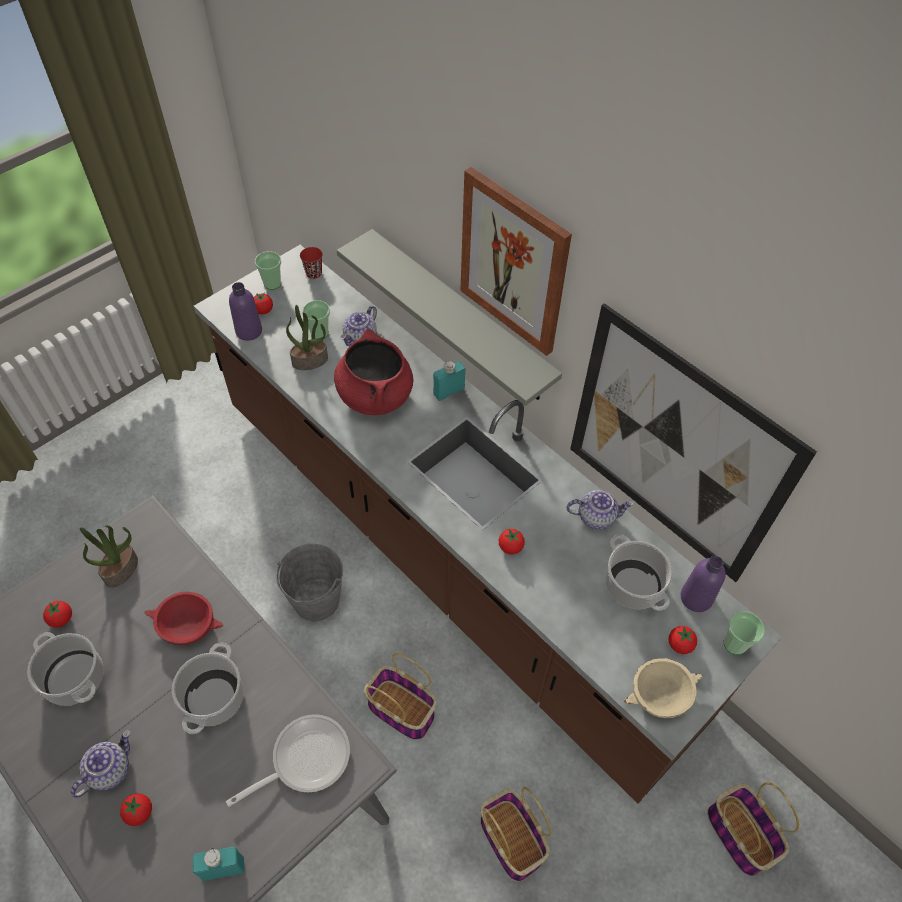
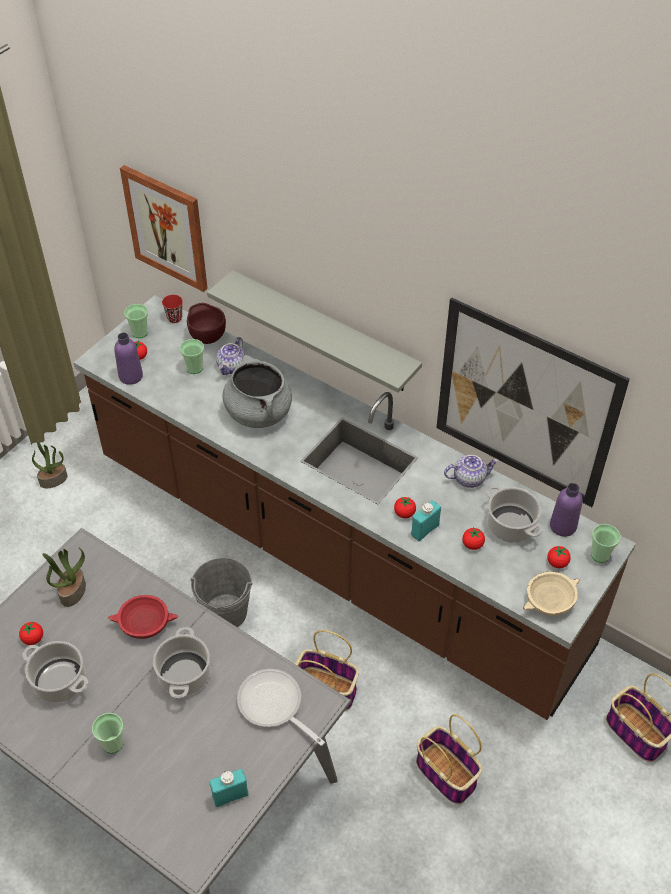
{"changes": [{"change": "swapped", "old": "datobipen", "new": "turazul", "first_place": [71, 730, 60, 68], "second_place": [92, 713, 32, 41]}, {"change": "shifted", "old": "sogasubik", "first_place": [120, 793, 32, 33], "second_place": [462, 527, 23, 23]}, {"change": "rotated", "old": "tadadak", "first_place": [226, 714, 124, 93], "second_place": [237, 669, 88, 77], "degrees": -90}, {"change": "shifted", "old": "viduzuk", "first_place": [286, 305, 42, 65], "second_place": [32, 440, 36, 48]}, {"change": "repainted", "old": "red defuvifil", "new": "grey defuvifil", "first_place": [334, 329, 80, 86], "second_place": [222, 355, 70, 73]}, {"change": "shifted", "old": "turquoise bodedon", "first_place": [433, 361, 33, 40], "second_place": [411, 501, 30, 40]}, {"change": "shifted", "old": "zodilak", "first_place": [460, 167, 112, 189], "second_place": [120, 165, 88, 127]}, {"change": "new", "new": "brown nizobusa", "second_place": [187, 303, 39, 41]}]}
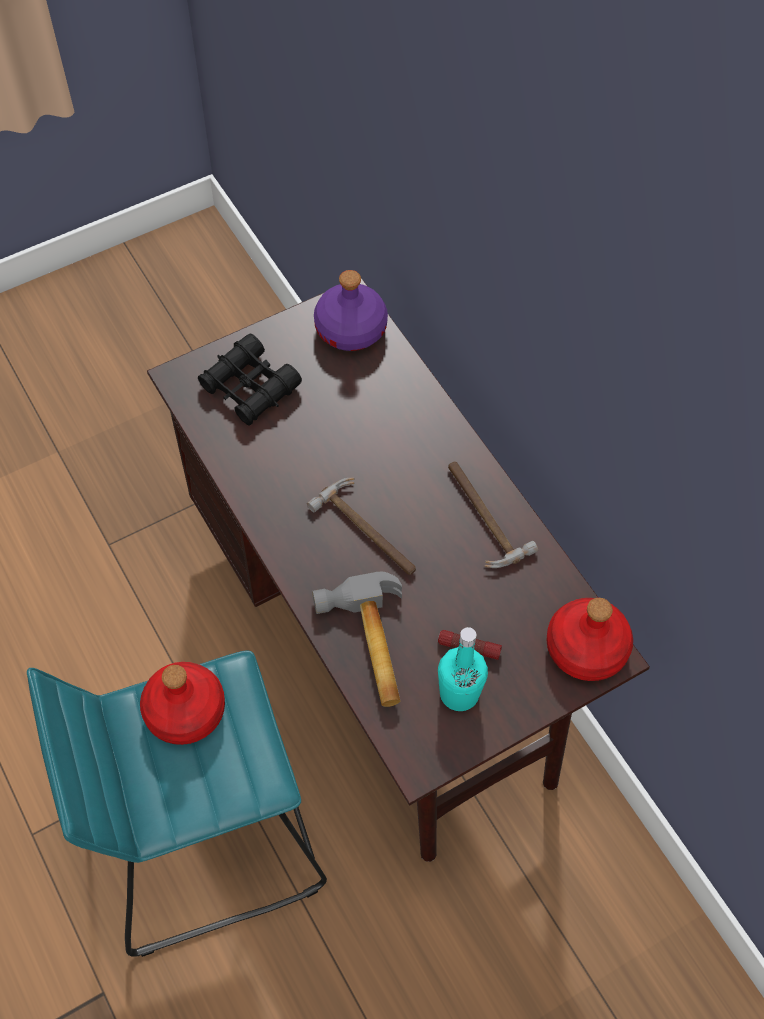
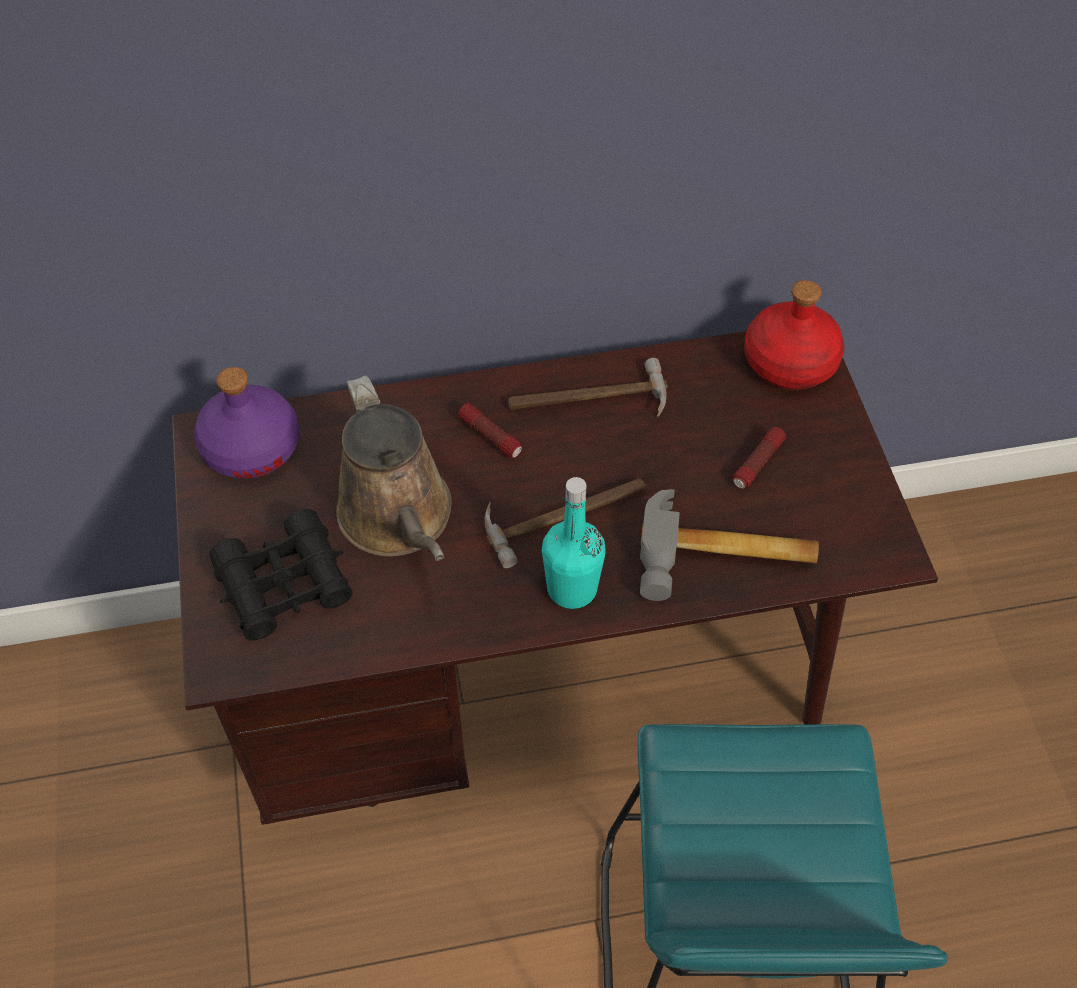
{"changes": [{"change": "gone", "old": "red bodedon", "first_place": [140, 662, 85, 83]}, {"change": "shifted", "old": "turquoise bodedon", "first_place": [438, 627, 50, 84], "second_place": [542, 477, 64, 132]}, {"change": "new", "new": "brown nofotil", "second_place": [336, 375, 116, 186]}, {"change": "new", "new": "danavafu", "second_place": [458, 403, 64, 55]}]}
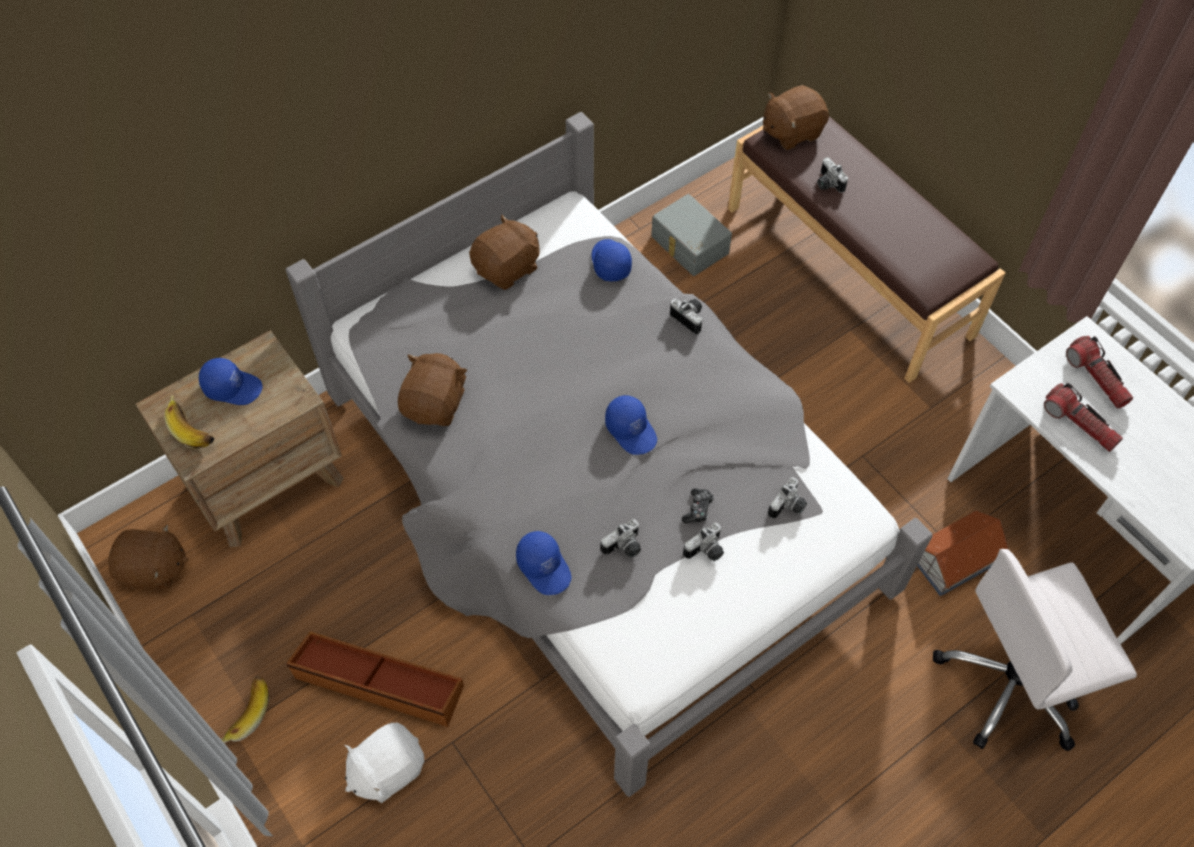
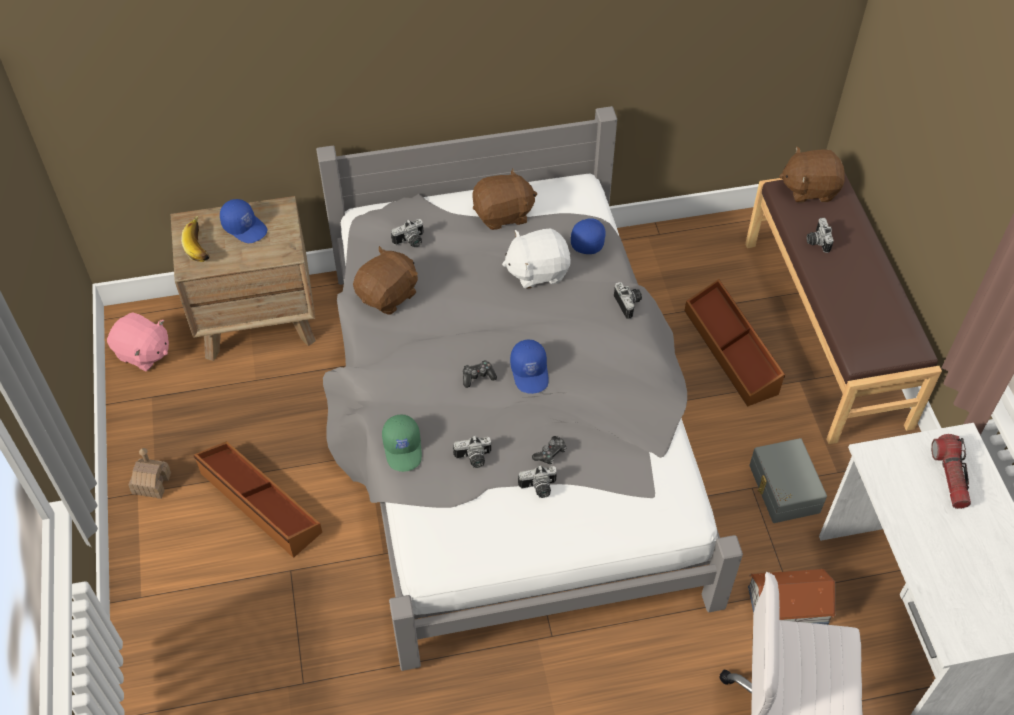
{"changes": [{"change": "repainted", "old": "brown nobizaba", "new": "pink nobizaba", "first_place": [108, 524, 80, 65], "second_place": [107, 313, 62, 58]}, {"change": "swapped", "old": "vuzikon", "new": "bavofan", "first_place": [221, 676, 48, 67], "second_place": [128, 448, 43, 51]}, {"change": "shifted", "old": "white nobizaba", "first_place": [344, 723, 80, 80], "second_place": [502, 229, 69, 60]}, {"change": "repainted", "old": "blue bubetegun", "new": "green bubetegun", "first_place": [516, 531, 55, 64], "second_place": [382, 415, 40, 57]}, {"change": "shifted", "old": "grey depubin", "first_place": [651, 194, 81, 82], "second_place": [749, 438, 78, 85]}, {"change": "shifted", "old": "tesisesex", "first_place": [768, 477, 39, 42], "second_place": [391, 219, 32, 29]}, {"change": "gone", "old": "danavafu", "first_place": [1044, 383, 79, 69]}, {"change": "new", "new": "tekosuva", "second_place": [463, 360, 34, 28]}, {"change": "new", "new": "brown depubin", "second_place": [685, 279, 100, 127]}]}
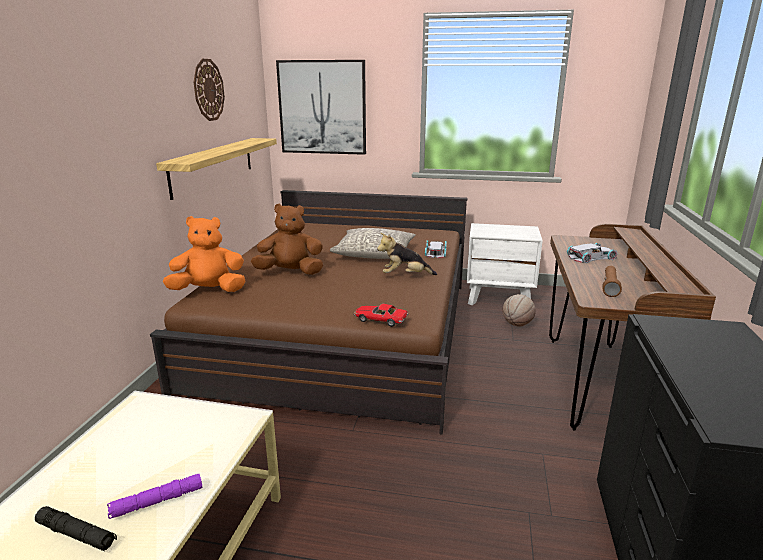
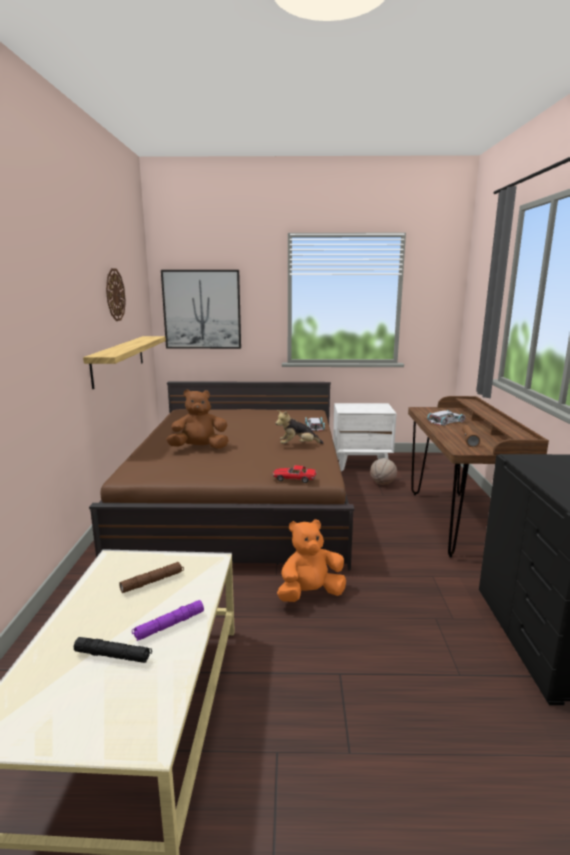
{"changes": [{"change": "shifted", "old": "orange nobizaba", "first_place": [163, 216, 83, 76], "second_place": [277, 519, 69, 83]}, {"change": "gone", "old": "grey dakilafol", "first_place": [330, 228, 86, 31]}, {"change": "new", "new": "brown danavafu", "second_place": [119, 562, 65, 31]}]}
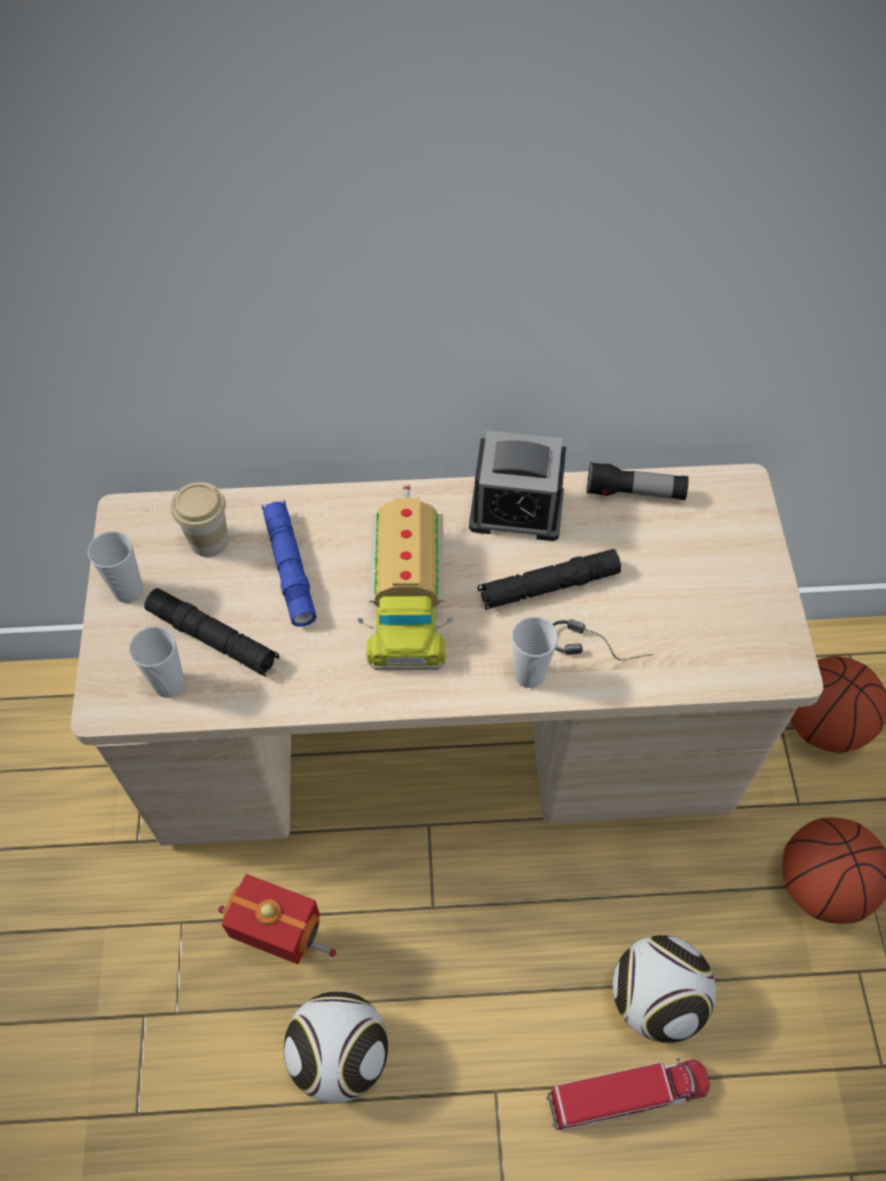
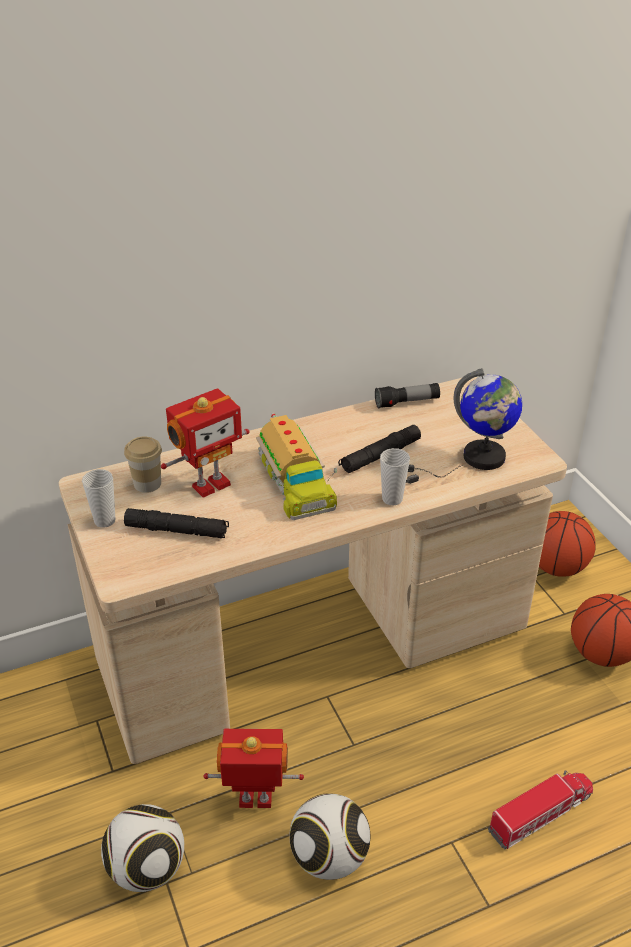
{"changes": [{"change": "gone", "old": "turazul", "first_place": [129, 626, 56, 72]}, {"change": "swapped", "old": "blue danavafu", "new": "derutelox", "first_place": [262, 500, 55, 127], "second_place": [161, 388, 89, 110]}, {"change": "gone", "old": "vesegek", "first_place": [469, 431, 97, 110]}, {"change": "shifted", "old": "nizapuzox", "first_place": [613, 935, 103, 108], "second_place": [101, 804, 83, 88]}, {"change": "new", "new": "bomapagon", "second_place": [454, 368, 68, 102]}]}
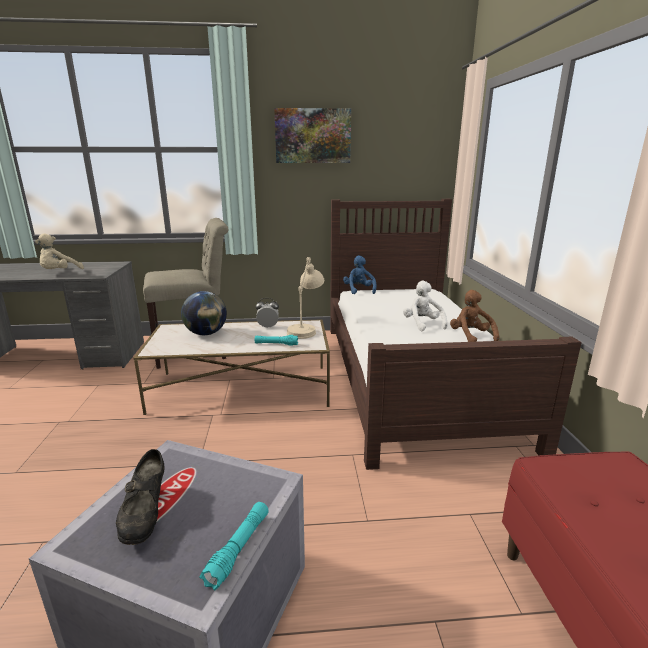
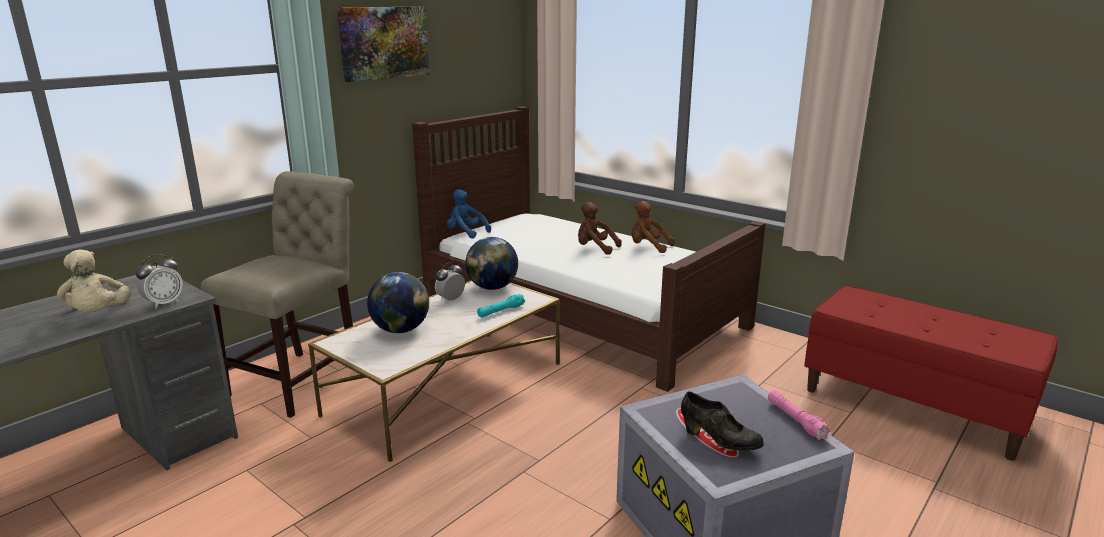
{"changes": [{"change": "repainted", "old": "turquoise danavafu", "new": "pink danavafu", "first_place": [199, 502, 70, 89], "second_place": [768, 390, 62, 50]}, {"change": "swapped", "old": "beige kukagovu", "new": "bomapagon", "first_place": [287, 257, 38, 82], "second_place": [465, 237, 53, 53]}, {"change": "repainted", "old": "white nobizaba", "new": "brown nobizaba", "first_place": [403, 281, 45, 50], "second_place": [578, 202, 44, 53]}, {"change": "new", "new": "vesegek", "second_place": [136, 254, 47, 55]}]}
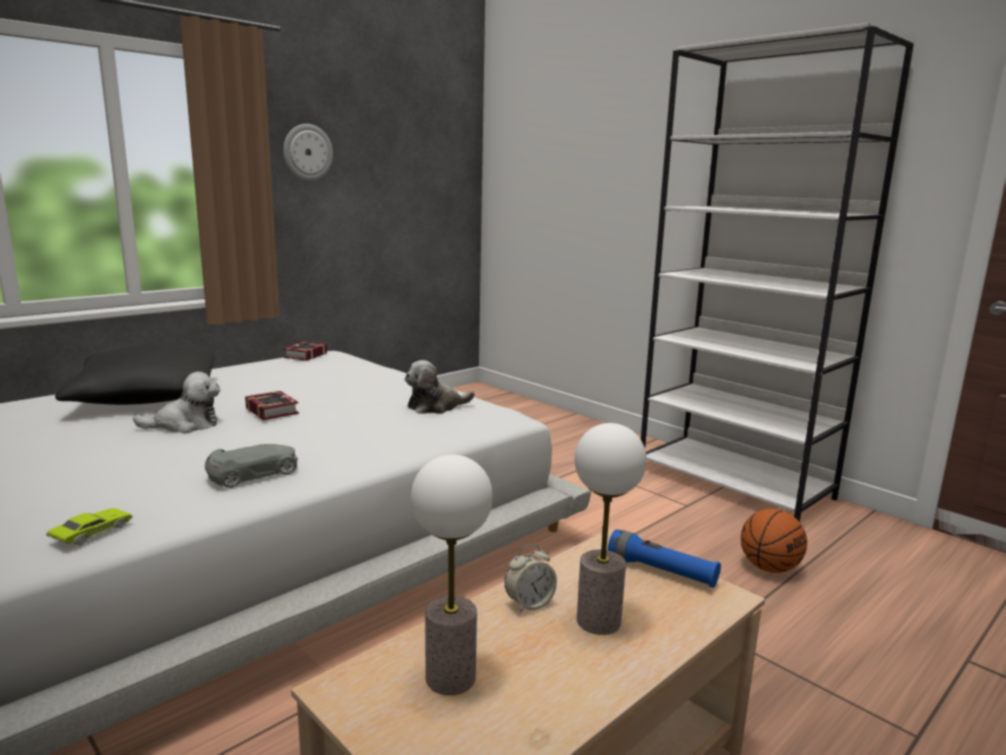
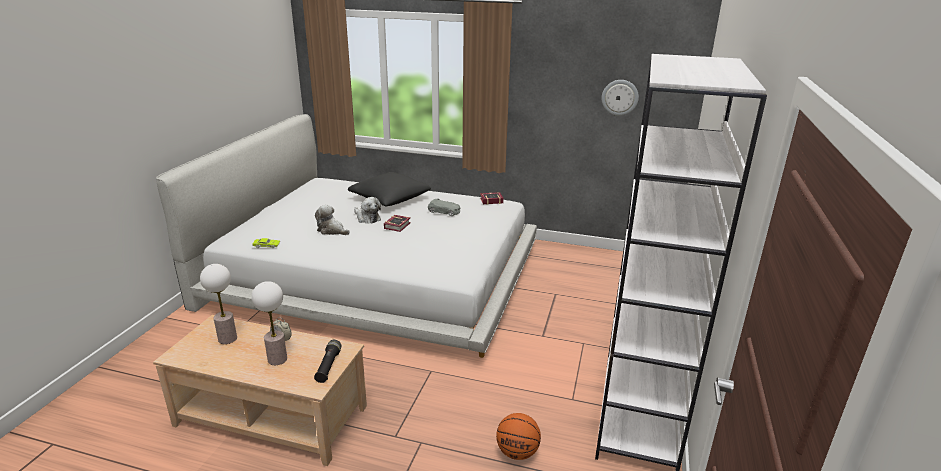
{"changes": [{"change": "shifted", "old": "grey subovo", "first_place": [205, 444, 93, 44], "second_place": [428, 198, 33, 18]}, {"change": "shifted", "old": "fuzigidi", "first_place": [283, 124, 50, 57], "second_place": [602, 80, 37, 36]}, {"change": "shifted", "old": "nobizaba", "first_place": [405, 360, 70, 54], "second_place": [315, 205, 35, 30]}, {"change": "repainted", "old": "blue danavafu", "new": "black danavafu", "first_place": [608, 529, 113, 59], "second_place": [314, 340, 27, 43]}]}
